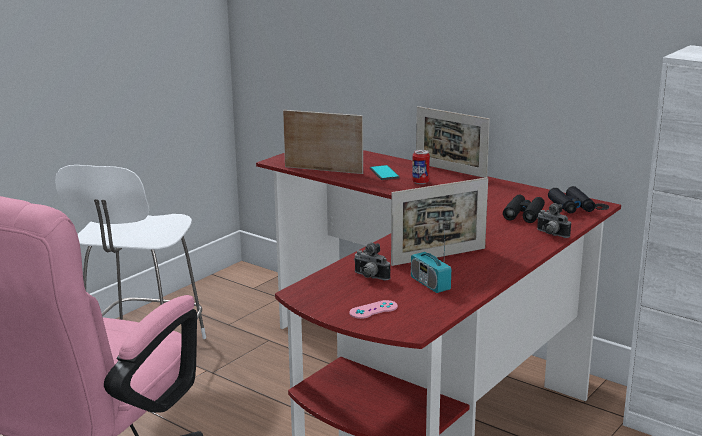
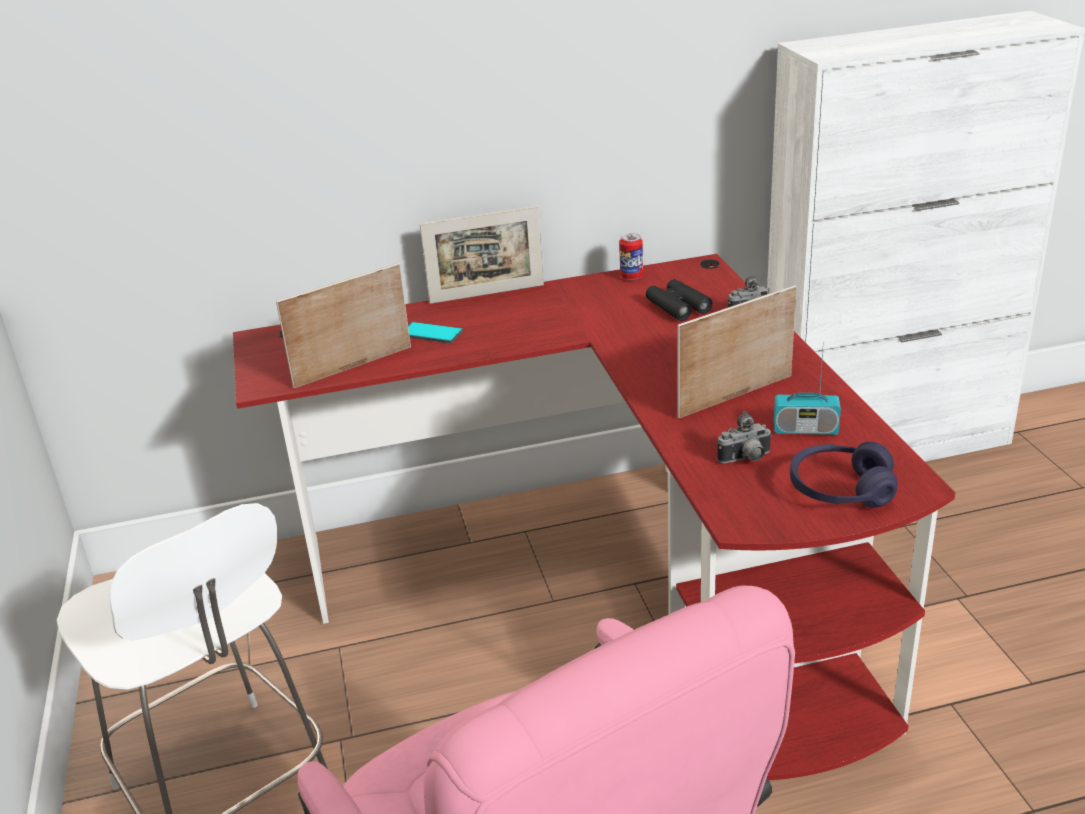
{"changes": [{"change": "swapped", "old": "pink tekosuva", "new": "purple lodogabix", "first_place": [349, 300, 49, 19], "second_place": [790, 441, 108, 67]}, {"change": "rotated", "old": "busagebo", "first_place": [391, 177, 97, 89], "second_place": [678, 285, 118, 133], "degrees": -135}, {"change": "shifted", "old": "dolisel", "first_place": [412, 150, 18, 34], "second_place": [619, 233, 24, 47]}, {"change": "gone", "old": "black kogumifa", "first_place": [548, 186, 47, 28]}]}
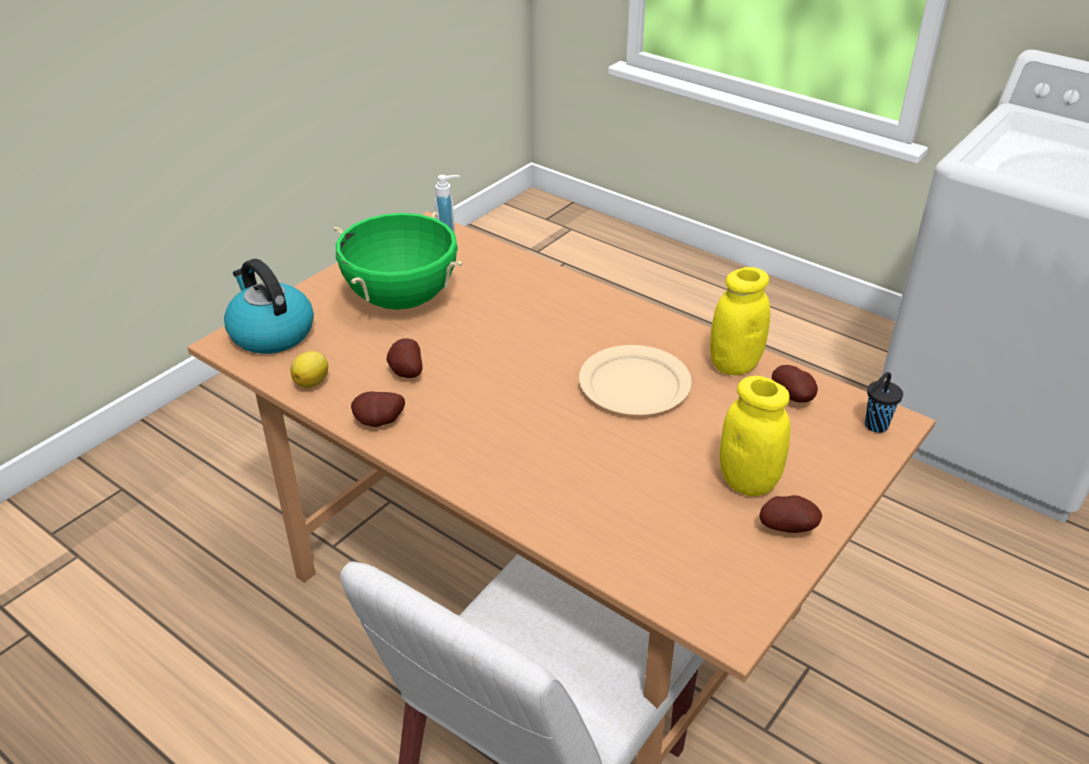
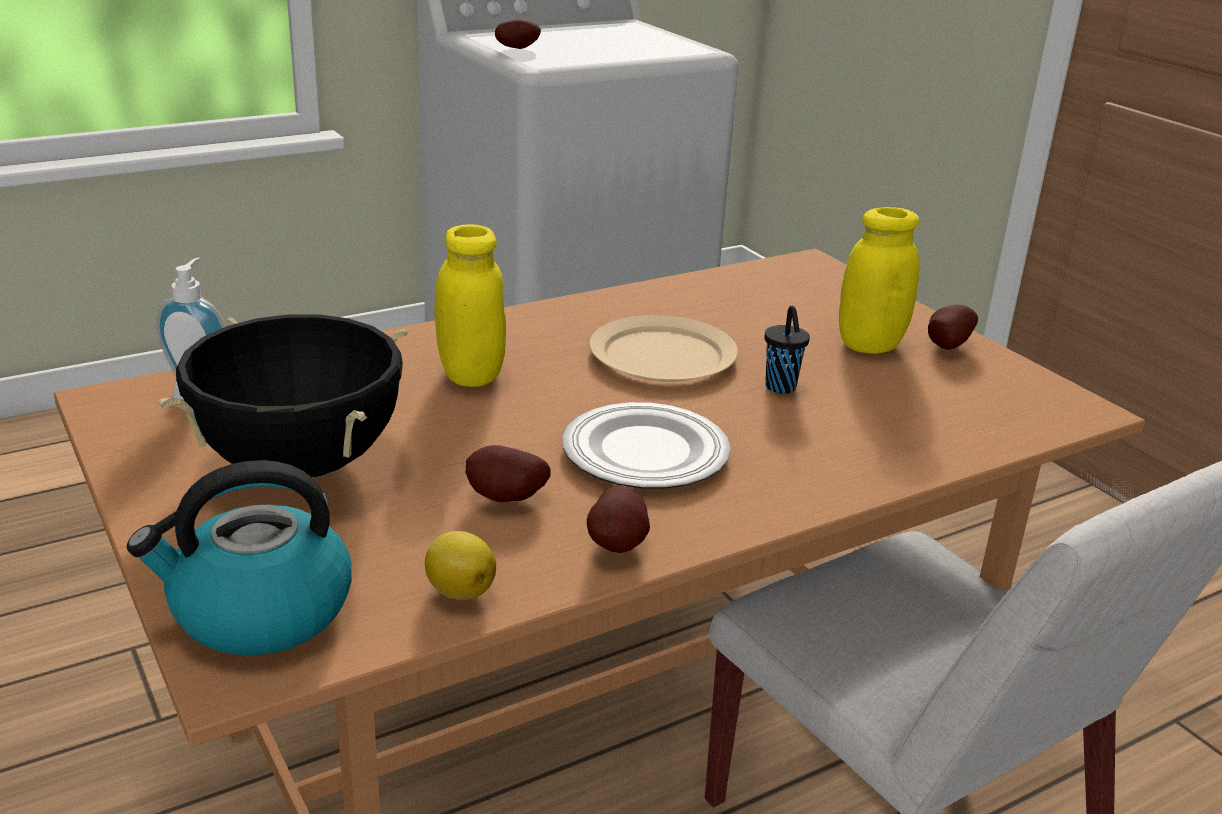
{"changes": [{"change": "repainted", "old": "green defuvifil", "new": "black defuvifil", "first_place": [333, 211, 129, 99], "second_place": [158, 314, 251, 163]}, {"change": "shifted", "old": "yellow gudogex", "first_place": [710, 267, 60, 108], "second_place": [434, 224, 72, 163]}, {"change": "shifted", "old": "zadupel", "first_place": [772, 365, 46, 38], "second_place": [495, 18, 46, 31]}, {"change": "shifted", "old": "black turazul", "first_place": [865, 372, 38, 61], "second_place": [765, 306, 45, 88]}, {"change": "new", "new": "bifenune", "second_place": [562, 402, 169, 87]}]}
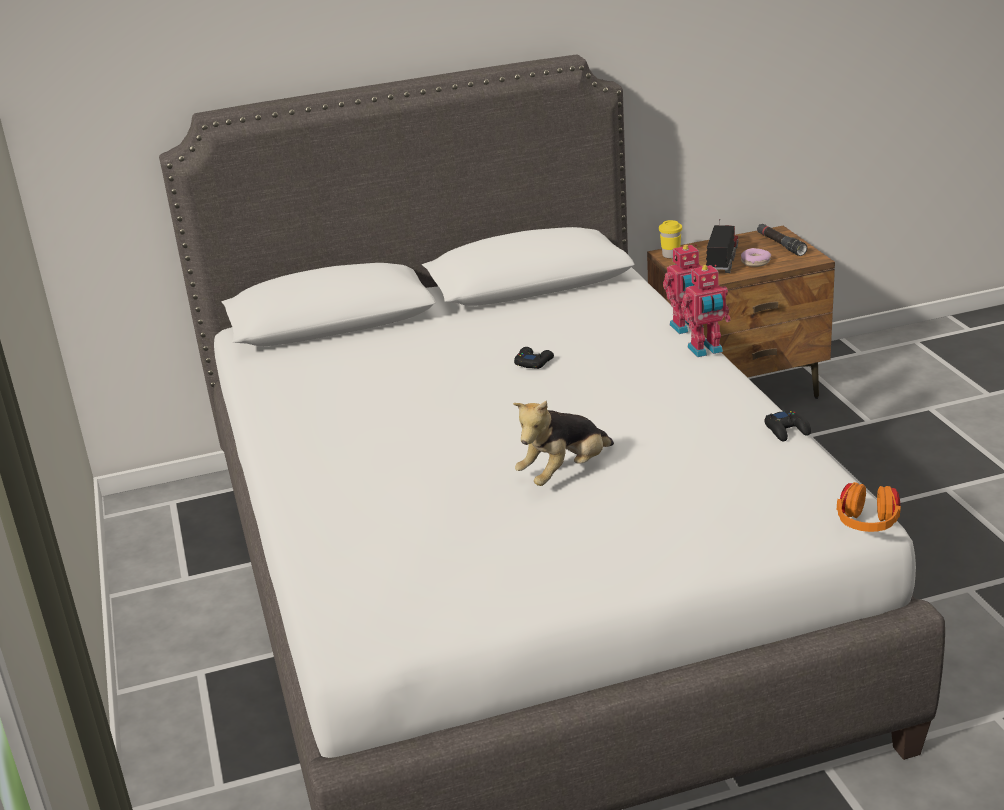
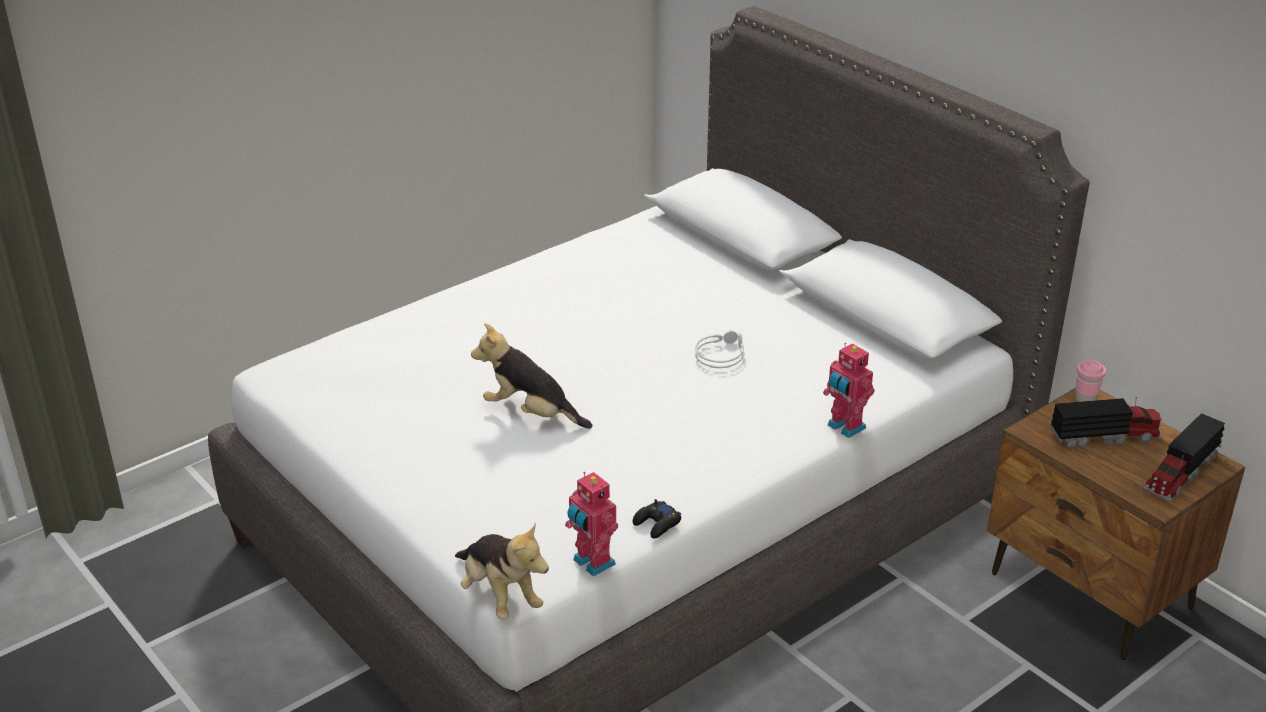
{"changes": [{"change": "swapped", "old": "black tekosuva", "new": "grey lodogabix", "first_place": [514, 347, 40, 22], "second_place": [695, 330, 49, 38]}, {"change": "repainted", "old": "yellow turazul", "new": "pink turazul", "first_place": [659, 220, 23, 38], "second_place": [1075, 360, 31, 42]}, {"change": "shifted", "old": "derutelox", "first_place": [681, 265, 49, 92], "second_place": [565, 472, 53, 105]}, {"change": "gone", "old": "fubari", "first_place": [741, 248, 30, 19]}, {"change": "swapped", "old": "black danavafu", "new": "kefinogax", "first_place": [757, 224, 50, 32], "second_place": [1143, 413, 82, 89]}, {"change": "swapped", "old": "orange lodogabix", "new": "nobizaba", "first_place": [837, 482, 64, 50], "second_place": [455, 524, 94, 95]}]}
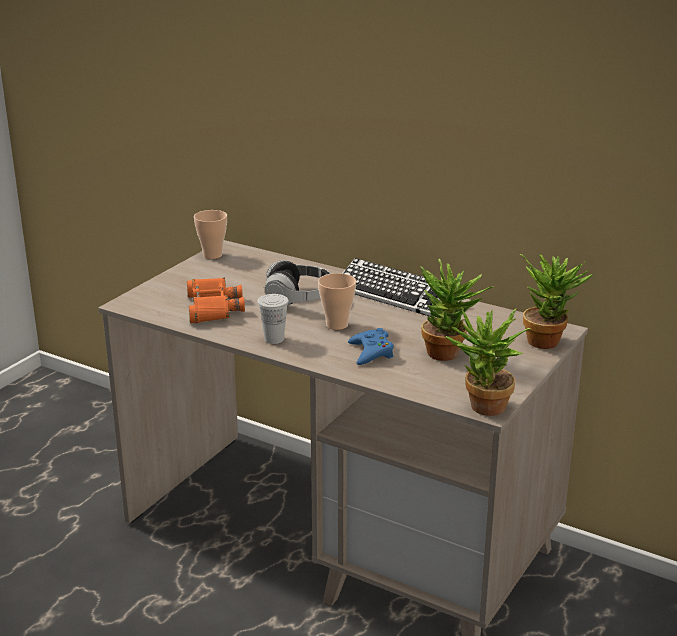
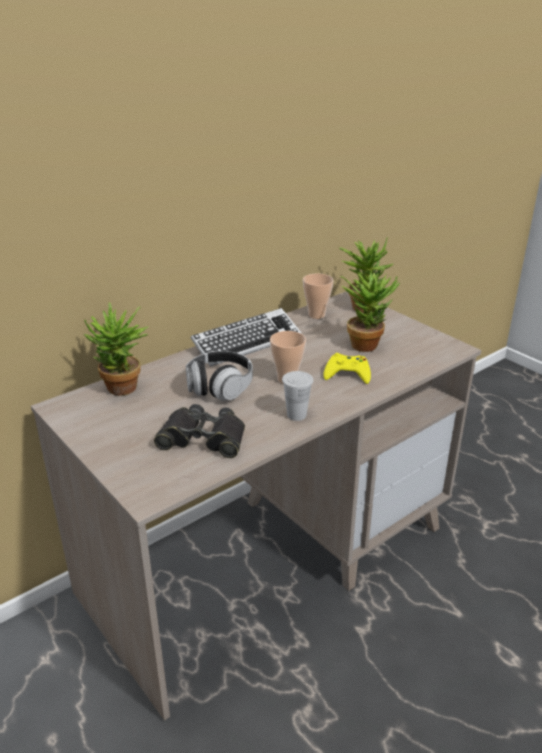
{"changes": [{"change": "repainted", "old": "orange kogumifa", "new": "black kogumifa", "first_place": [187, 278, 58, 45], "second_place": [154, 404, 91, 54]}, {"change": "shifted", "old": "turazul", "first_place": [194, 210, 33, 49], "second_place": [303, 273, 31, 46]}, {"change": "repainted", "old": "blue tekosuva", "new": "yellow tekosuva", "first_place": [348, 328, 46, 37], "second_place": [323, 353, 48, 31]}, {"change": "shifted", "old": "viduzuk", "first_place": [446, 307, 85, 109], "second_place": [84, 302, 65, 94]}]}
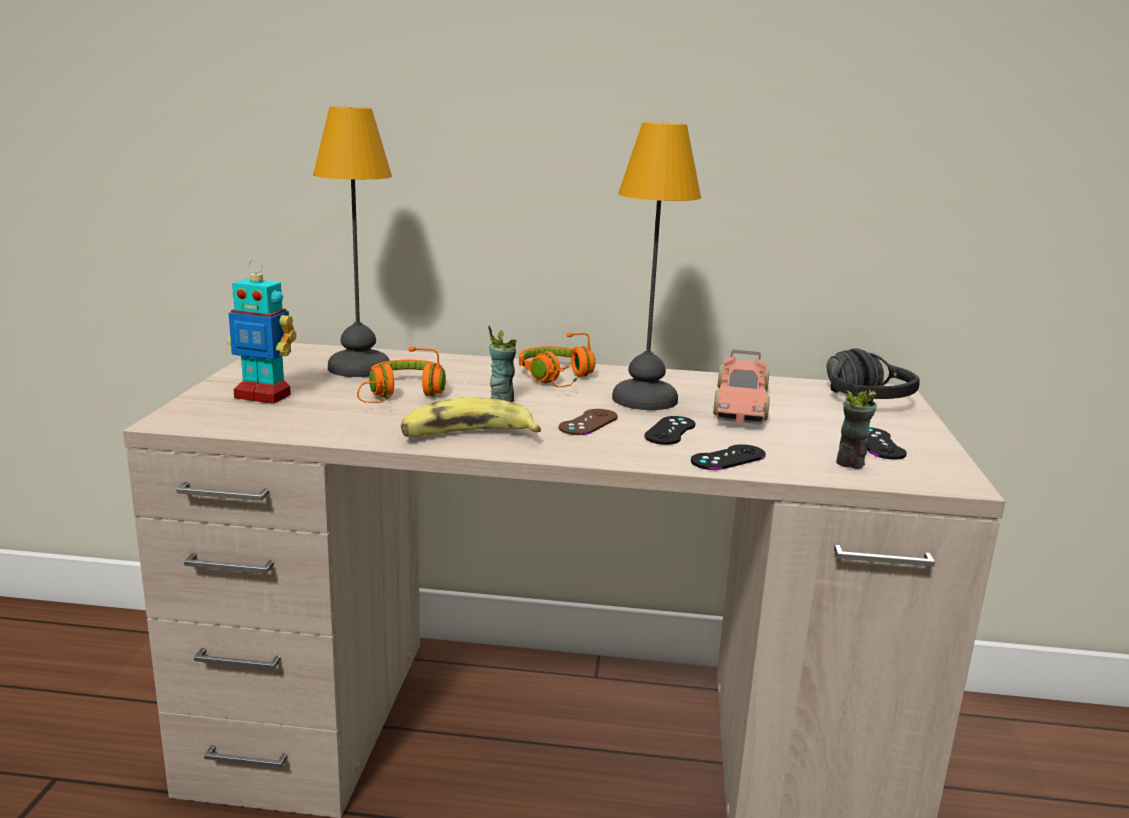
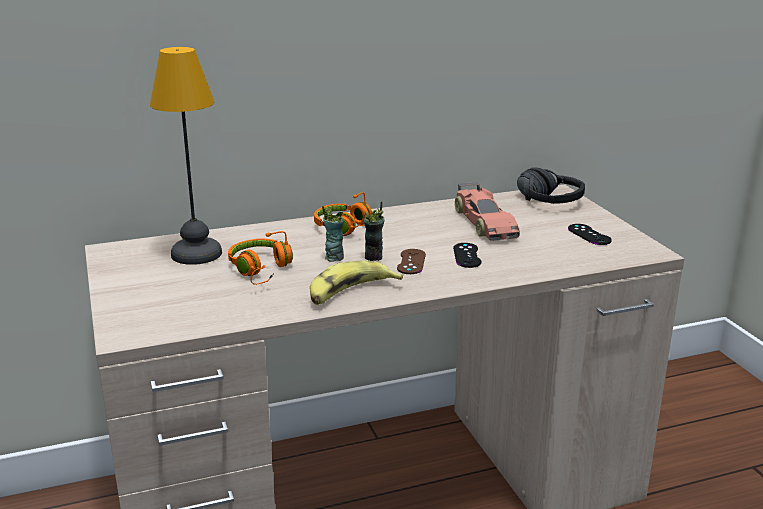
{"changes": [{"change": "gone", "old": "derutelox", "first_place": [227, 259, 70, 145]}, {"change": "gone", "old": "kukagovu", "first_place": [612, 122, 89, 288]}, {"change": "gone", "old": "black tekosuva", "first_place": [691, 444, 75, 26]}, {"change": "shifted", "old": "turazul", "first_place": [836, 380, 42, 89], "second_place": [364, 201, 21, 60]}]}
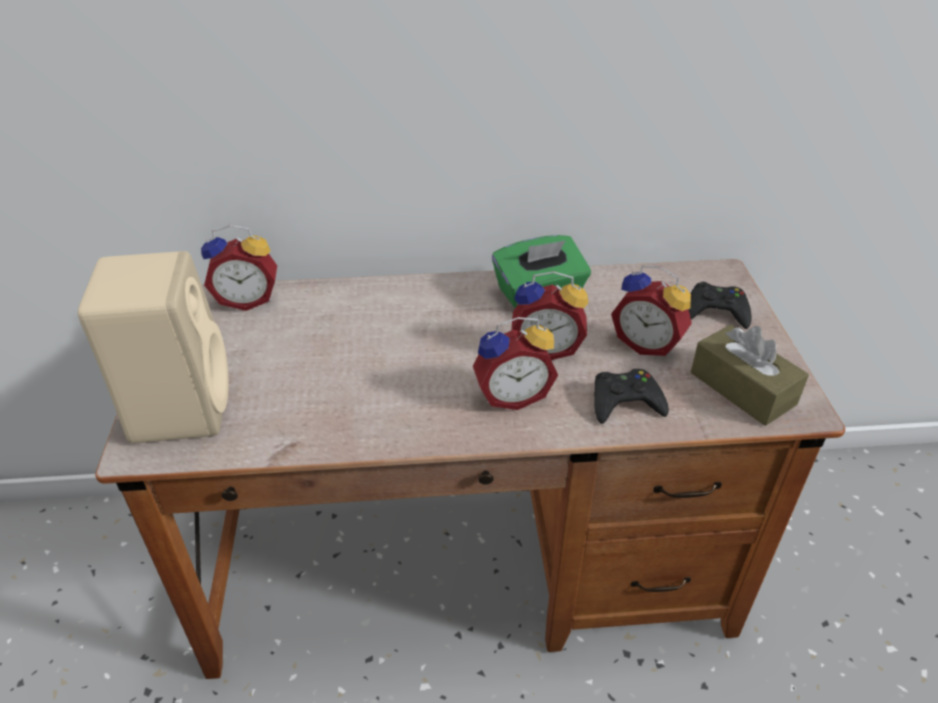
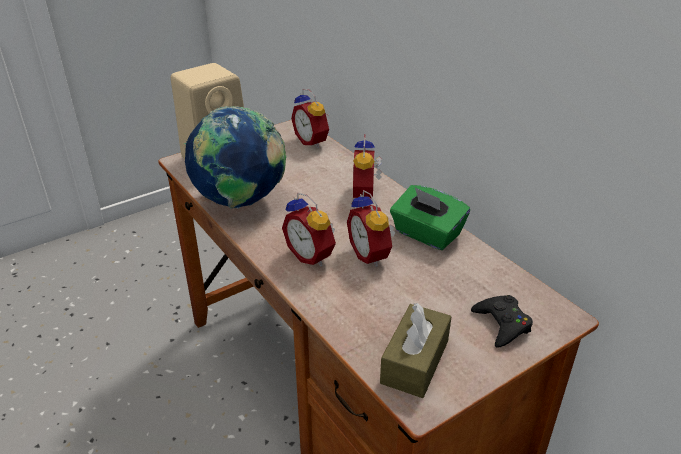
{"changes": [{"change": "gone", "old": "black tekosuva", "first_place": [594, 369, 75, 55]}, {"change": "shifted", "old": "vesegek", "first_place": [611, 265, 81, 91], "second_place": [353, 134, 29, 64]}, {"change": "new", "new": "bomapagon", "second_place": [183, 106, 103, 103]}]}
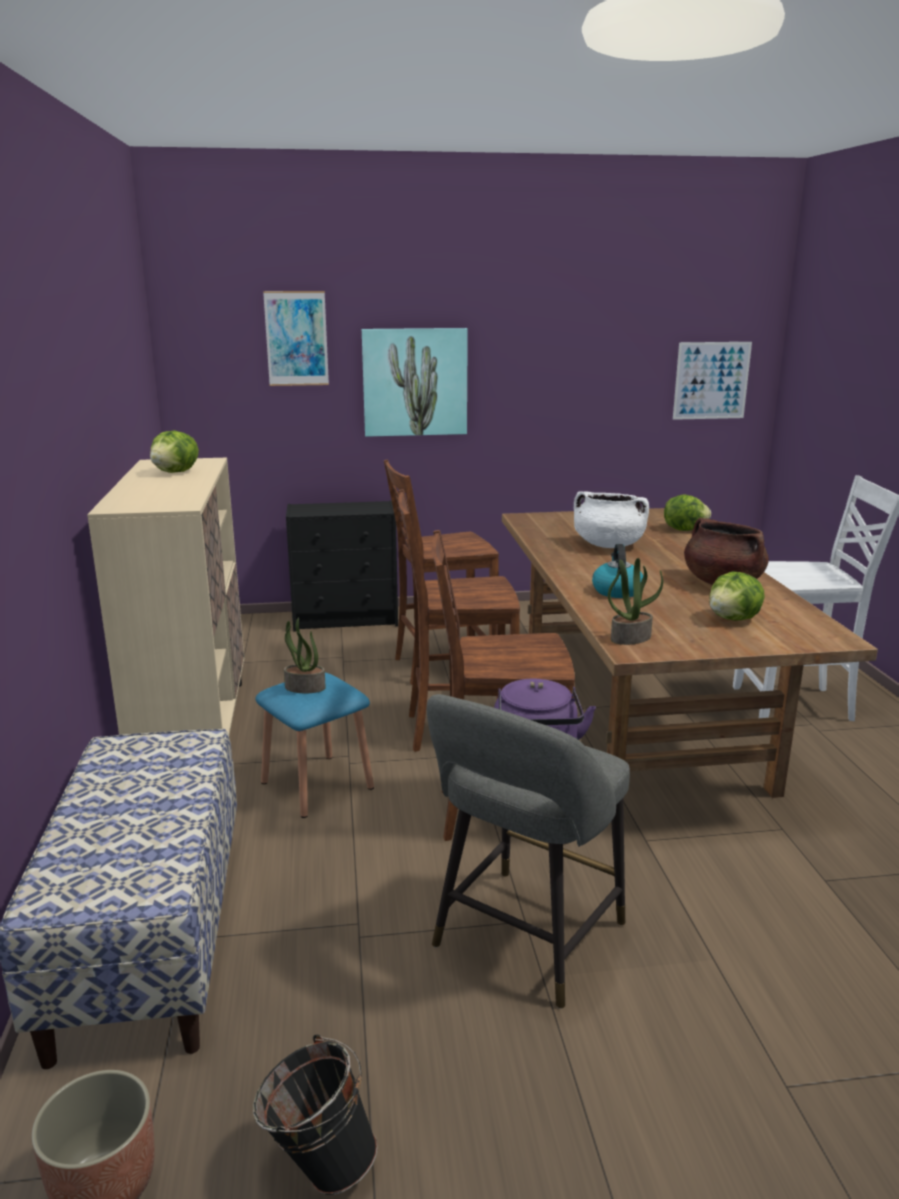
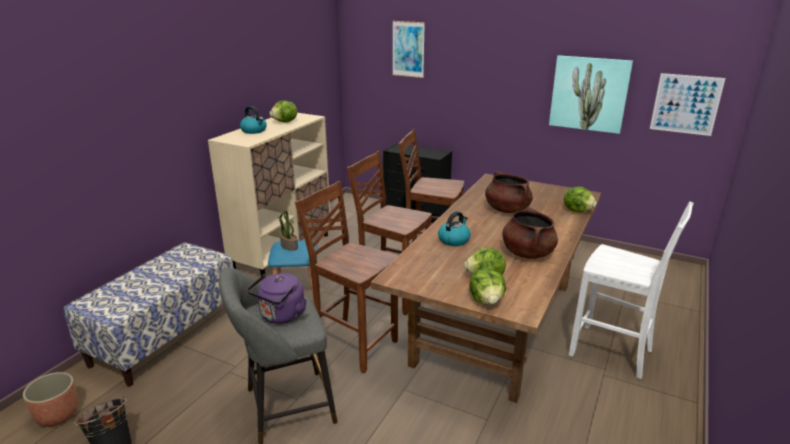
{"changes": [{"change": "shifted", "old": "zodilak", "first_place": [362, 328, 106, 109], "second_place": [549, 55, 84, 79]}, {"change": "repainted", "old": "white defuvifil", "new": "brown defuvifil", "first_place": [574, 491, 75, 57], "second_place": [485, 171, 48, 42]}, {"change": "gone", "old": "viduzuk", "first_place": [608, 558, 55, 87]}, {"change": "new", "new": "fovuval", "second_place": [240, 106, 27, 28]}, {"change": "new", "new": "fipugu", "second_place": [469, 268, 37, 37]}]}
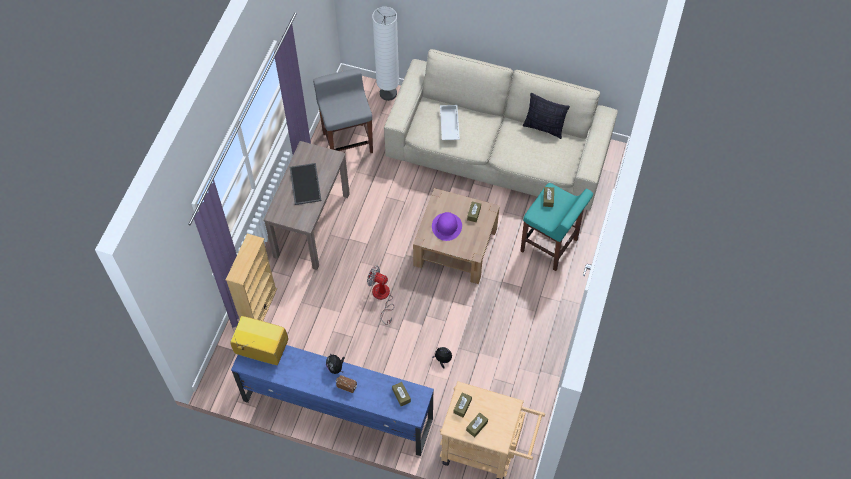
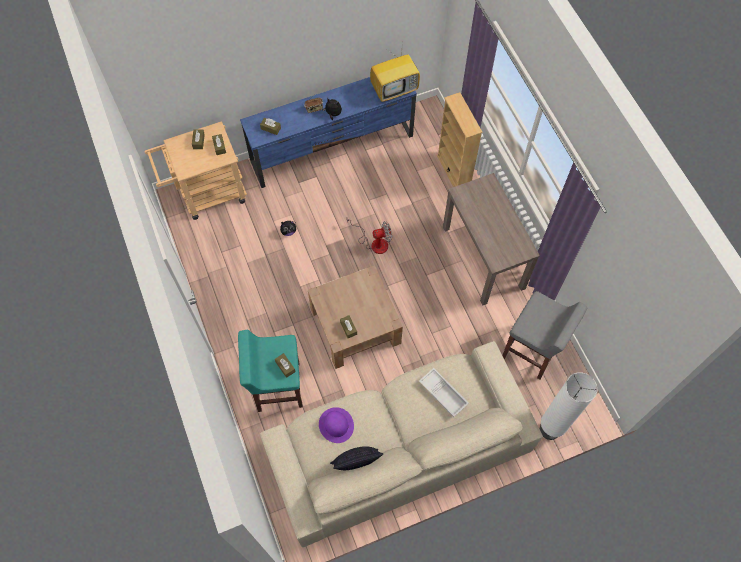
{"changes": [{"change": "gone", "old": "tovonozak", "first_place": [290, 163, 32, 42]}, {"change": "shifted", "old": "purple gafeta", "first_place": [432, 212, 30, 29], "second_place": [319, 407, 35, 36]}]}
